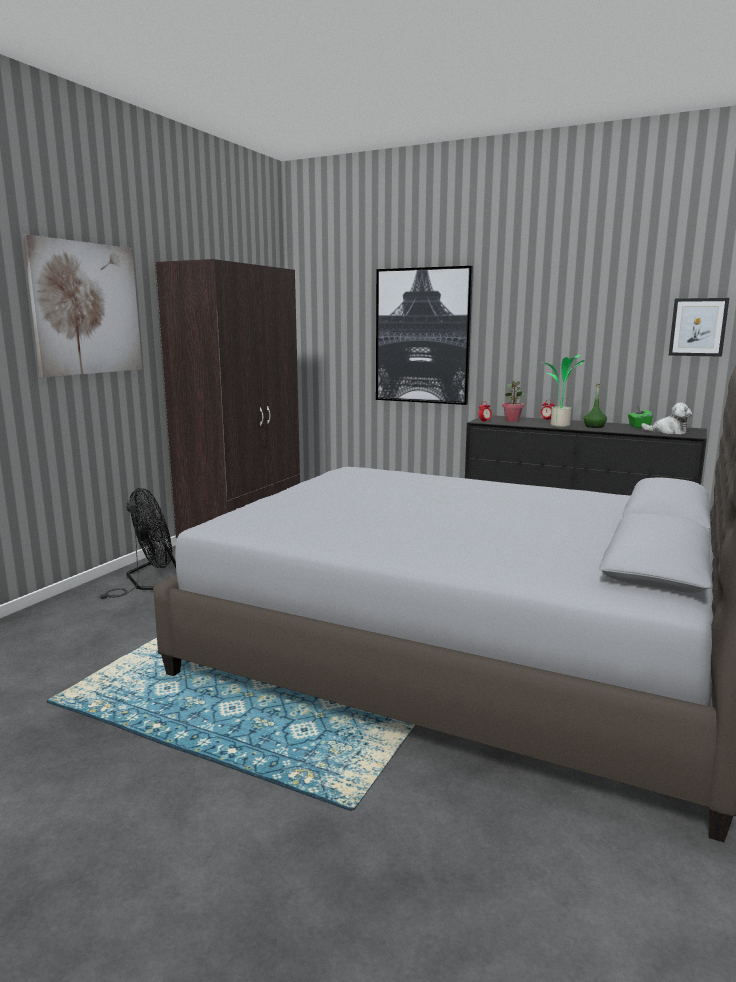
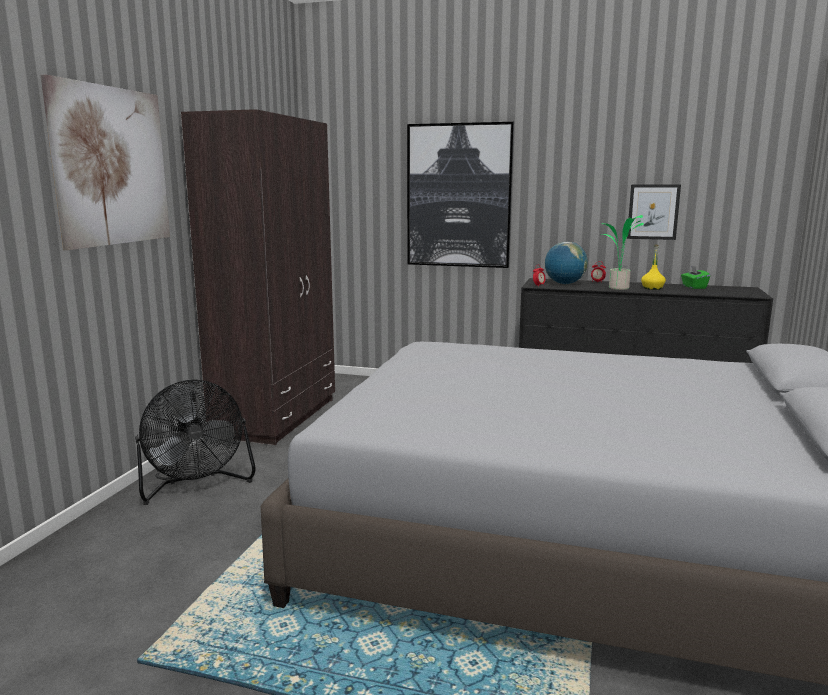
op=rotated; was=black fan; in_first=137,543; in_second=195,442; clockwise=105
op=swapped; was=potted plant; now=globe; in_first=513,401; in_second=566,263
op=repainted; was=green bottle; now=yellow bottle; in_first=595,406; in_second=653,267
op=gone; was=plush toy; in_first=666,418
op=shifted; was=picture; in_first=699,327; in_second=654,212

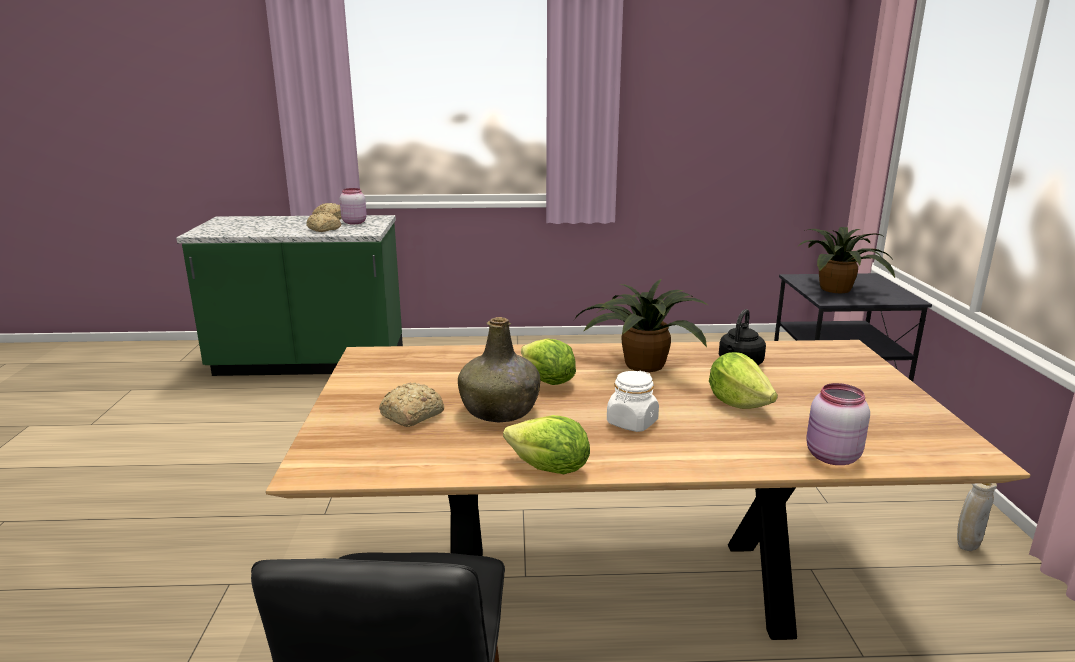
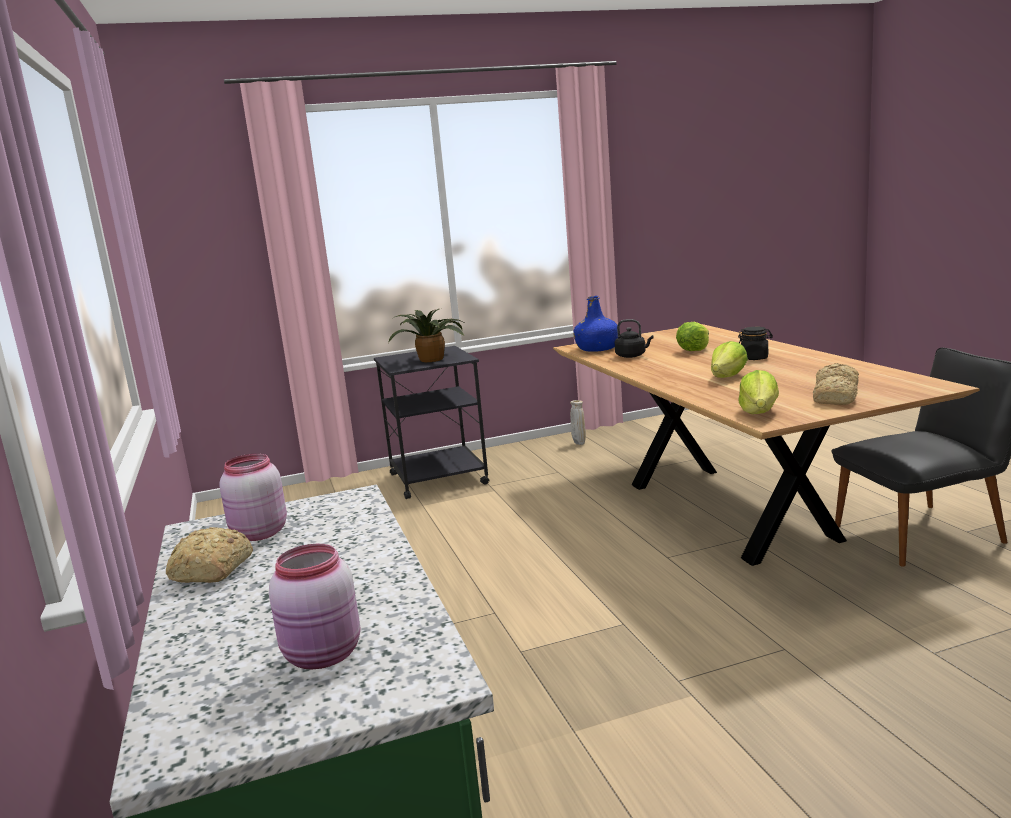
op=shifted; was=bread; in_first=323,222; in_second=835,390
op=gone; was=green bottle; in_first=499,369
op=shifted; was=lettuce; in_first=546,444; in_second=758,392
op=gone; was=potted plant; in_first=641,325
op=repainted; was=white jar; now=black jar; in_first=633,401; in_second=755,343
op=shifted; was=pink jar; in_first=838,424; in_second=314,607
op=new; now=blue bottle; in_second=595,324

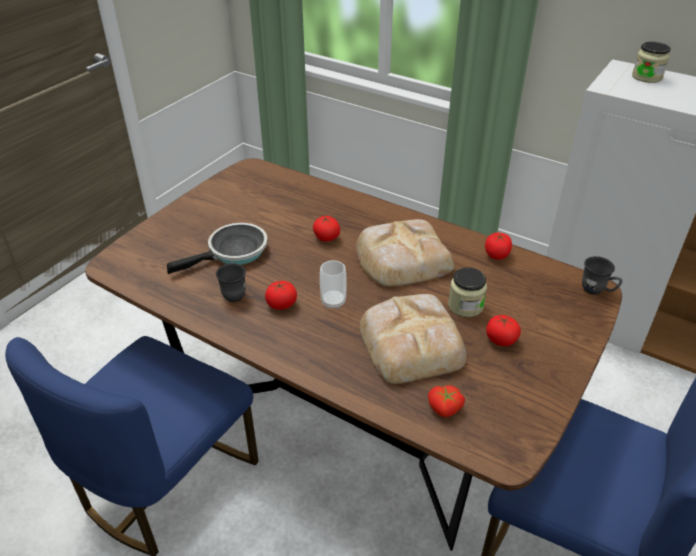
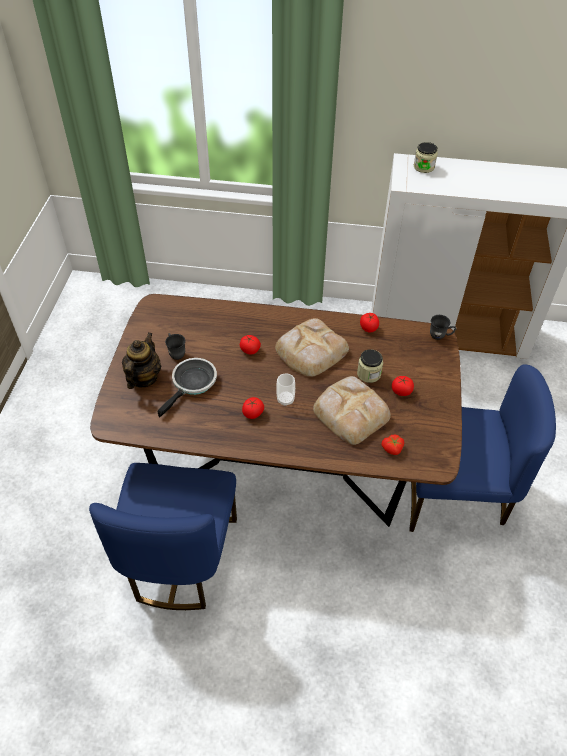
op=shifted; was=grey mug; in_first=231,282; in_second=175,346
op=new; now=teapot; in_second=141,360

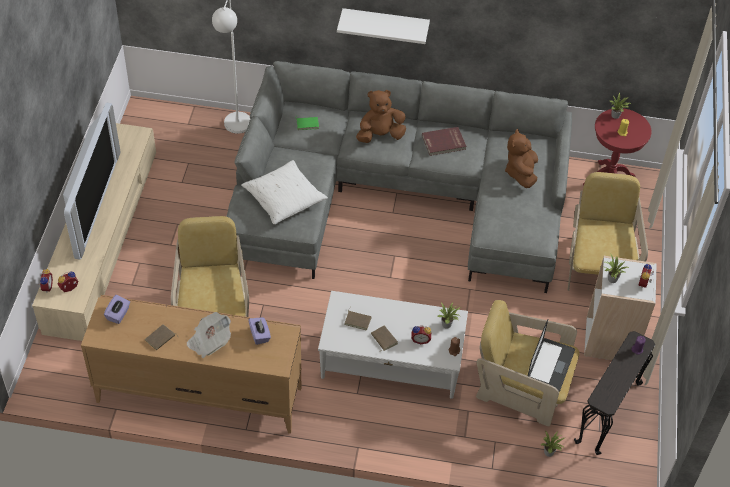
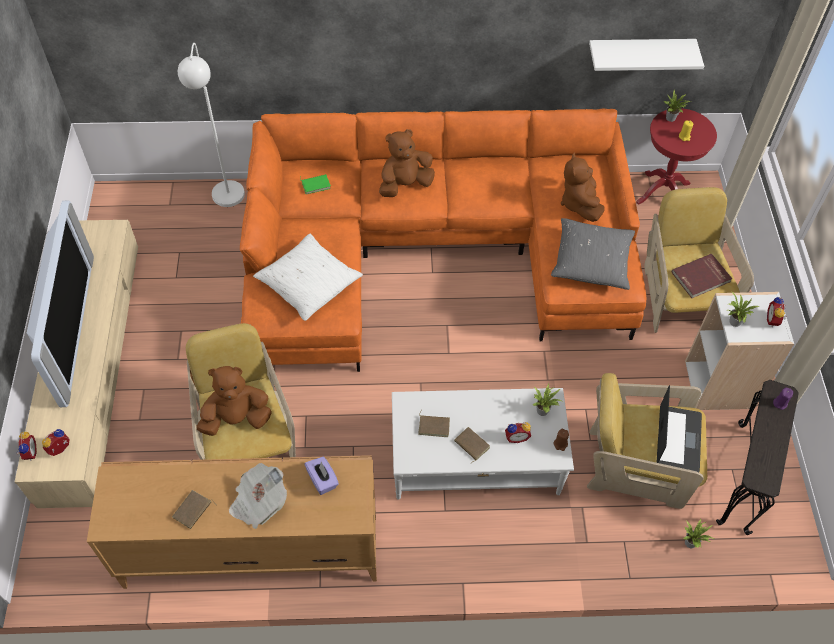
op=gone; was=purple tissue box; in_first=117,309
op=repainted; was=grey sofa; now=orange sofa; in_first=399,177; in_second=443,240
op=shifted; was=white shelf; in_first=383,26; in_second=646,55
op=shifted; was=red book; in_first=444,141; in_second=702,276
op=new; now=brown plush toy; in_second=234,401
op=new; now=grey pillow; in_second=593,254

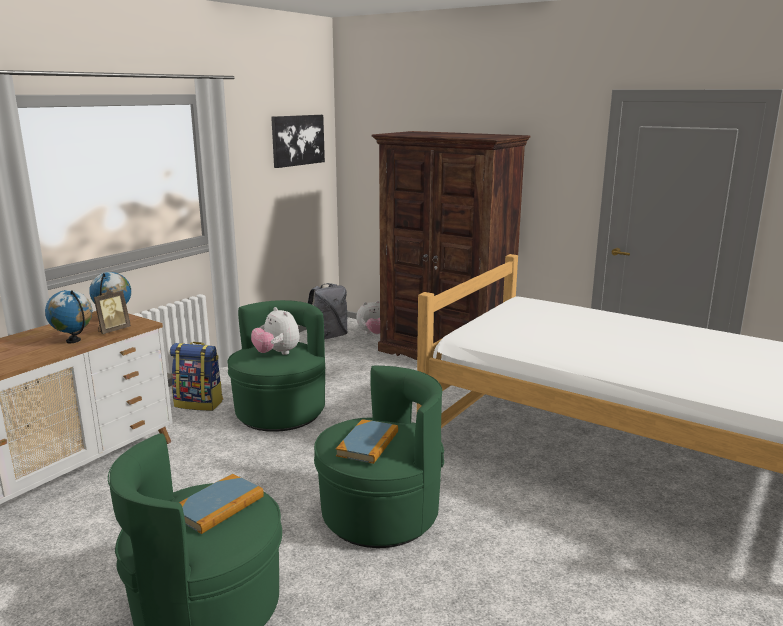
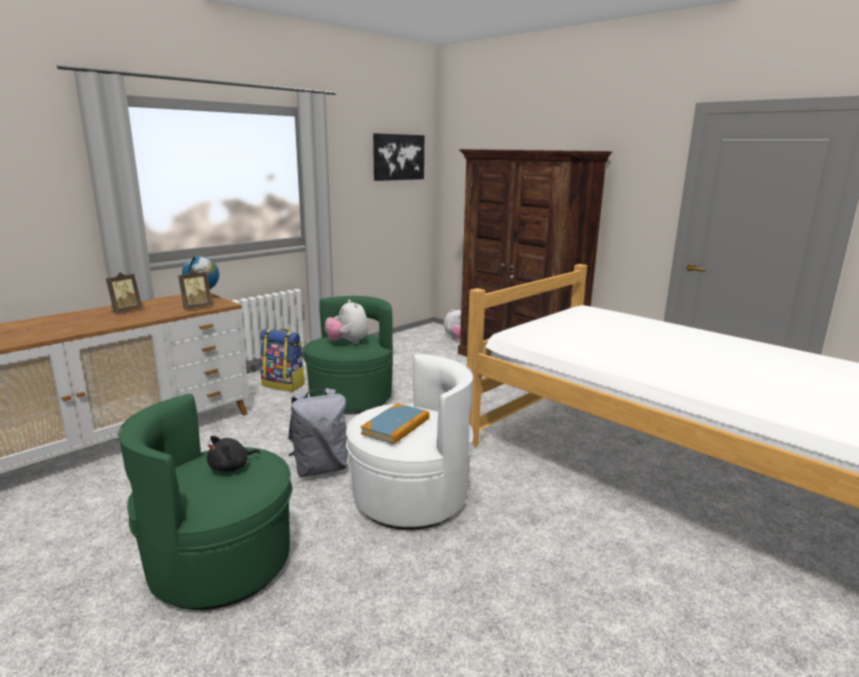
op=gone; was=globe; in_first=68,316
op=swapped; was=book; now=black plush toy; in_first=221,504; in_second=233,454
op=shifted; was=grey backpack; in_first=328,311; in_second=318,432
op=repainted; was=green armchair; now=white armchair; in_first=379,457; in_second=410,442
op=new; now=picture frame; in_second=124,292

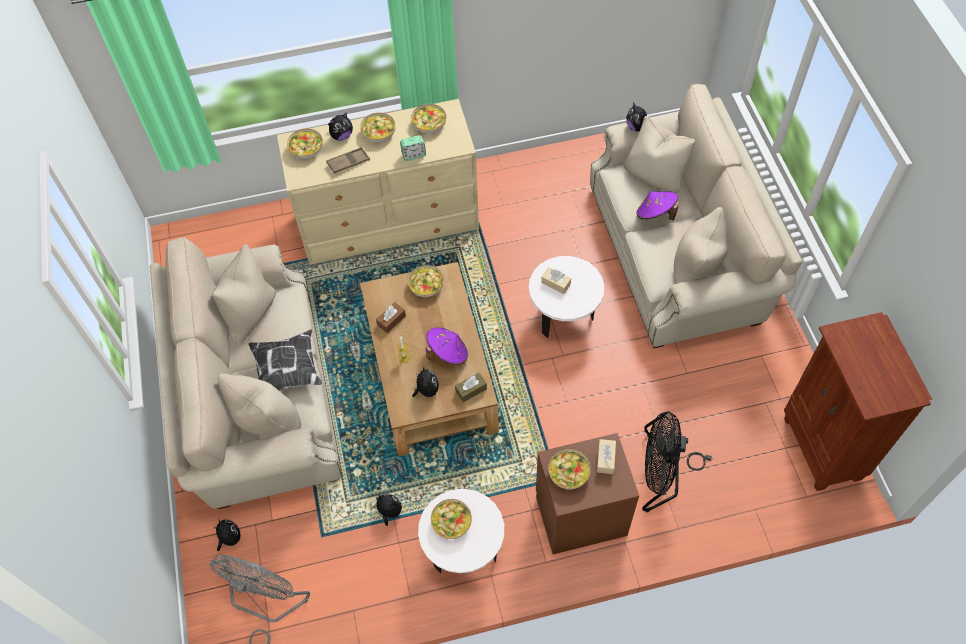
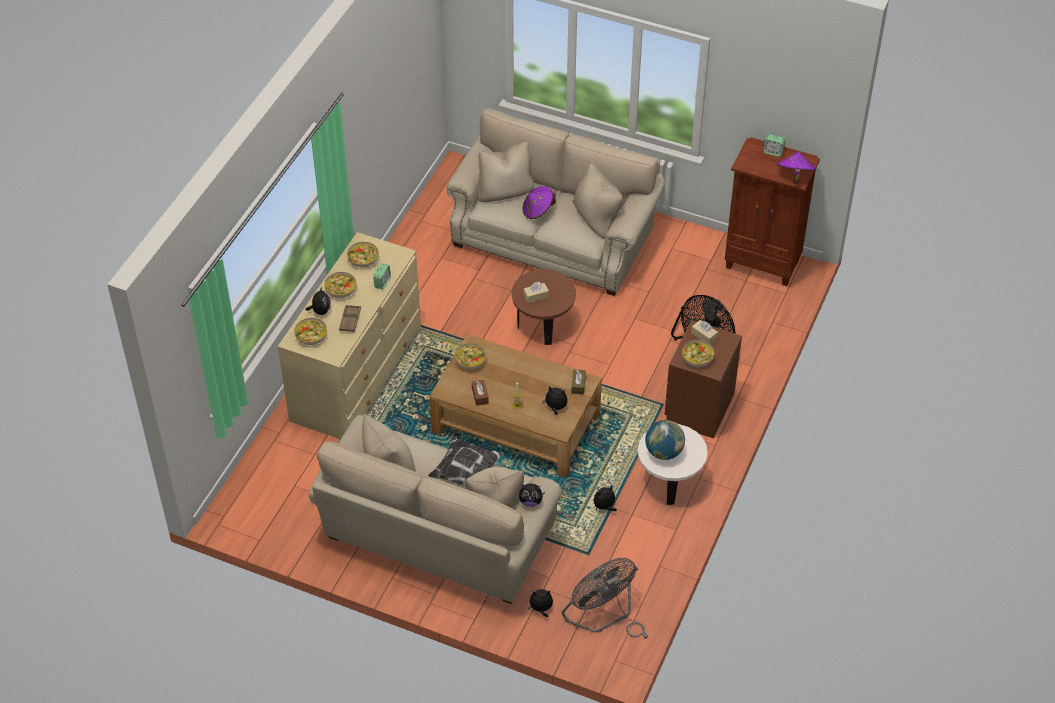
op=shifted; was=purple hat; in_first=447,346; in_second=797,168
op=swapped; was=bowl; now=globe; in_first=451,519; in_second=665,440
op=repainted; was=white side table; now=brown side table; in_first=566,297; in_second=543,307
op=shifted; was=plush toy; in_first=636,117; in_second=532,495
op=new; now=alarm clock; in_second=774,145

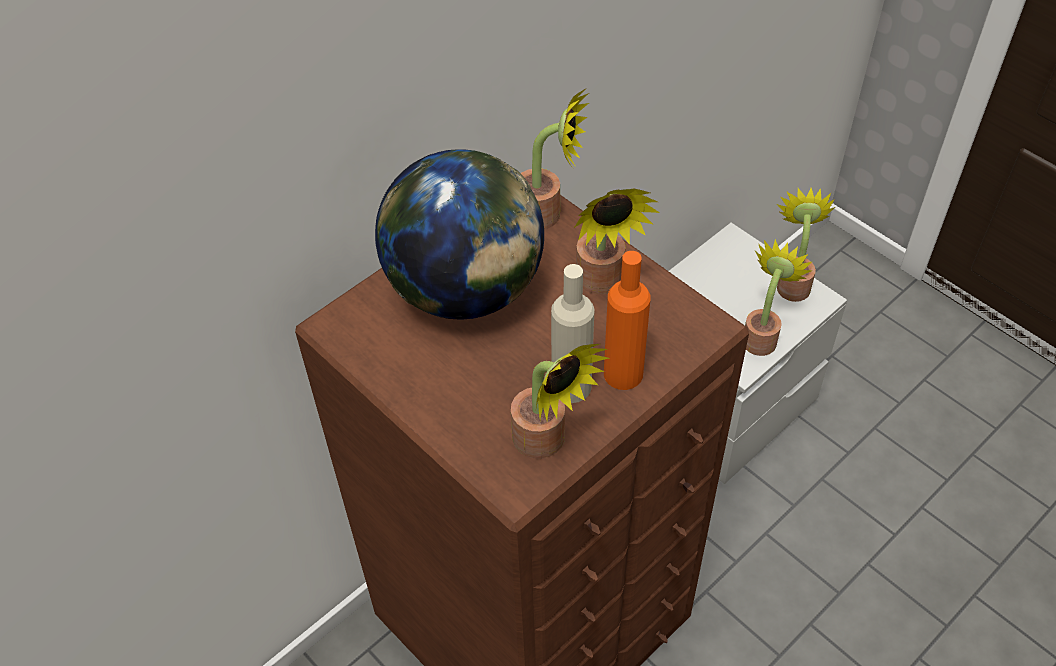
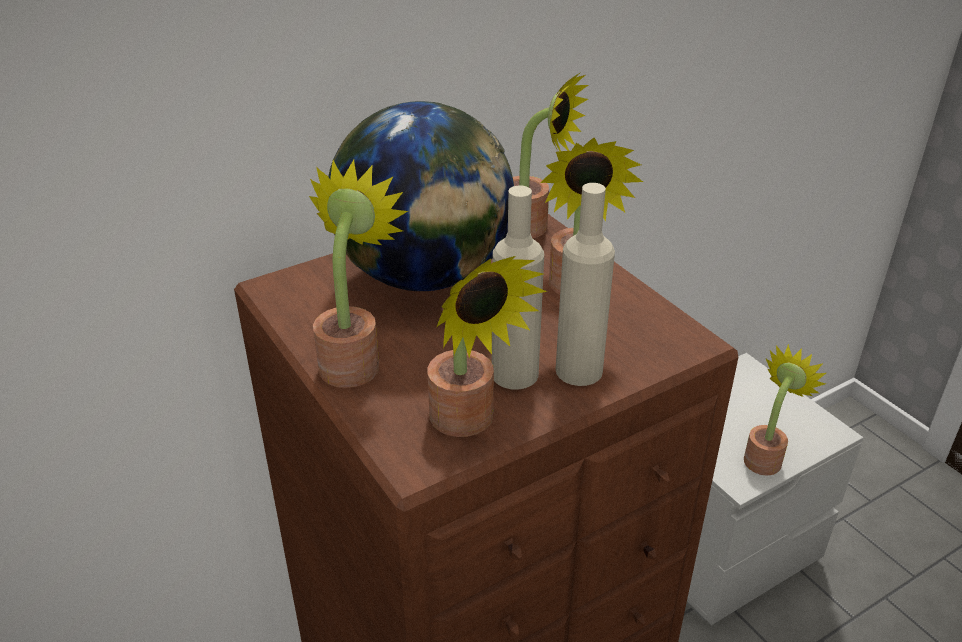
op=repainted; was=orange bottle; now=beige bottle; in_first=627,320; in_second=585,284
op=shifted; was=potted plant; in_first=806,245; in_second=358,274

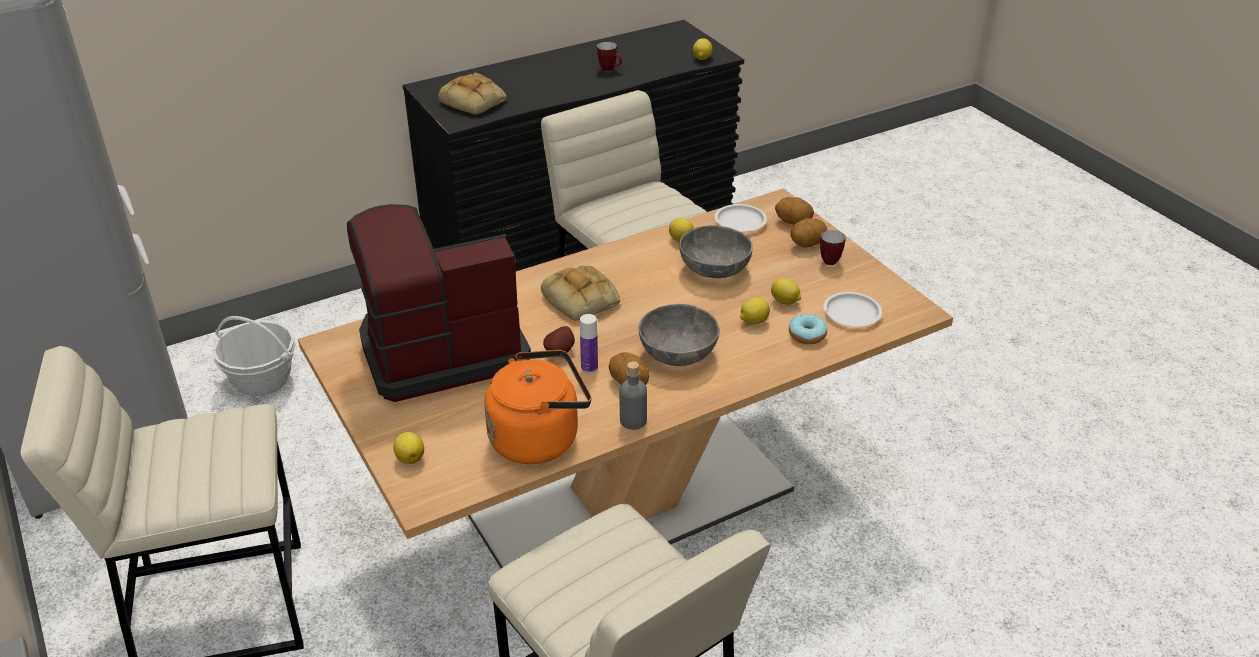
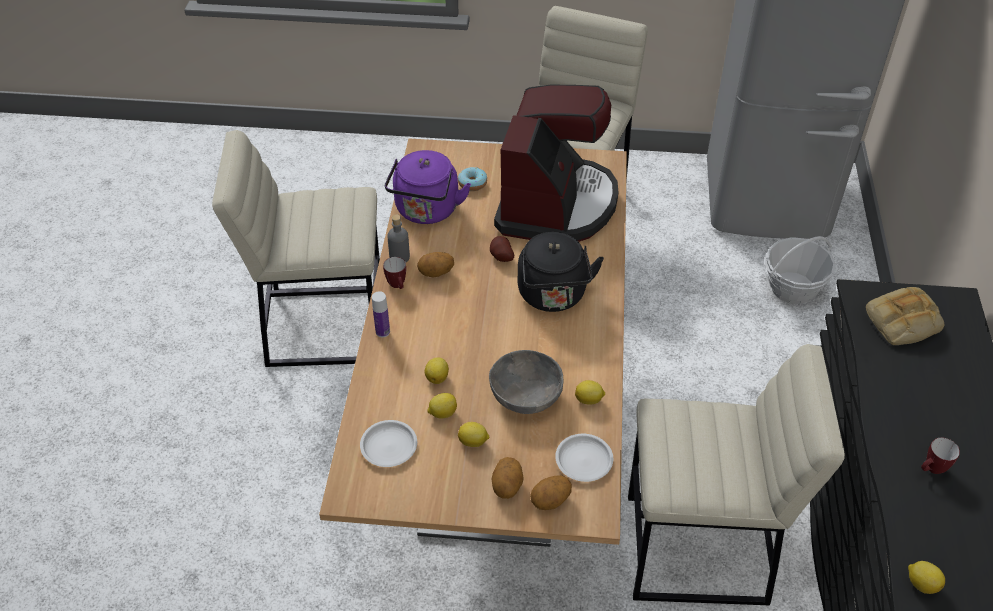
op=shifted; was=lemon; in_first=409,448; in_second=473,434
op=repainted; was=orange kettle; now=purple kettle; in_first=538,407; in_second=428,187
op=swapped; was=bread; now=black kettle; in_first=580,293; in_second=561,272
op=shifted; was=bottle; in_first=589,343; in_second=381,314
op=gone; was=grey bowl; in_first=679,335
op=shifted; was=donut; in_first=808,329; in_second=472,179
op=shifted; was=mug; in_first=833,247; in_second=394,273

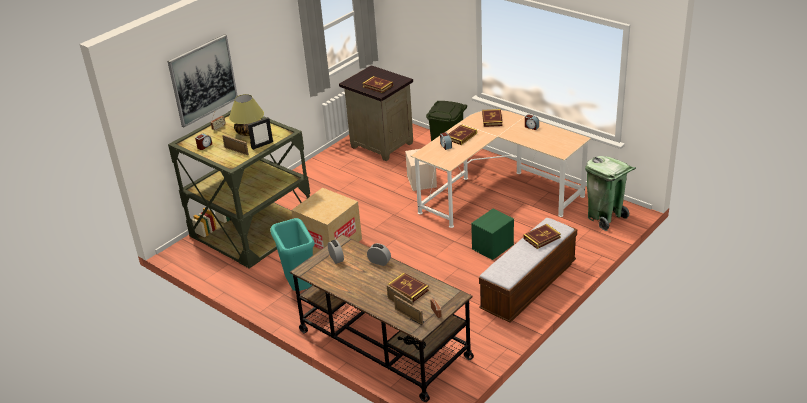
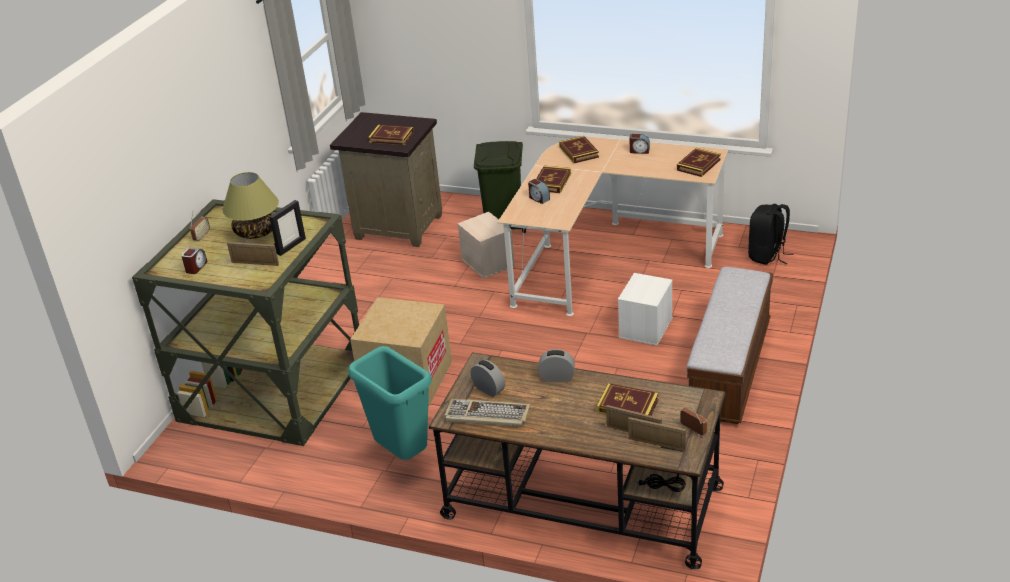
op=gone; was=picture; in_first=203,80
op=repainted; was=green storage box; now=white storage box; in_first=492,234; in_second=645,309
op=shifted; was=book; in_first=542,236; in_second=699,162
op=swapped; was=green trash can; now=black backpack; in_first=610,193; in_second=770,234
op=new; now=keyboard; in_second=487,413

